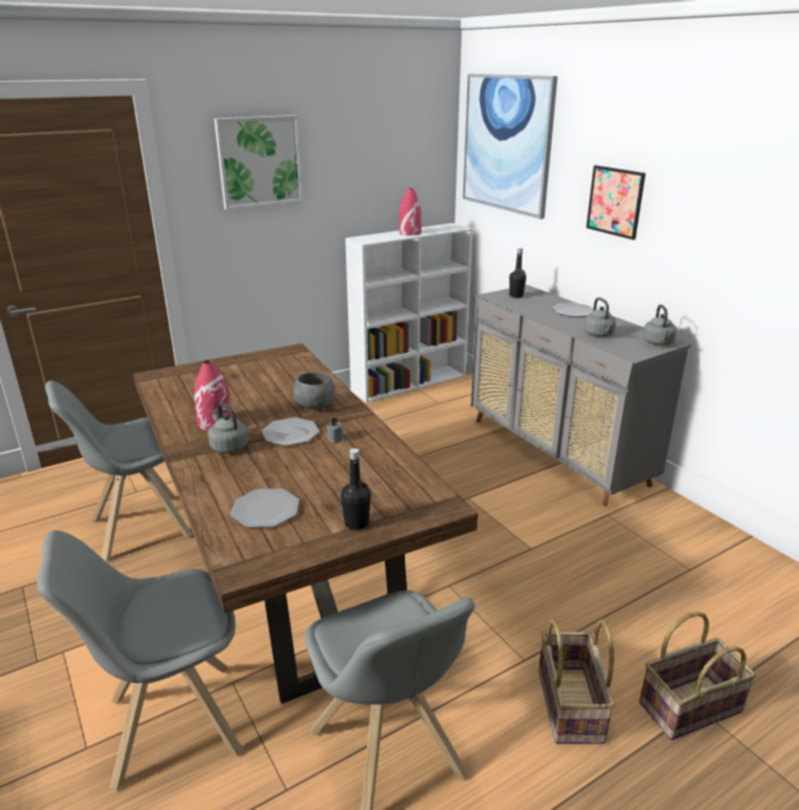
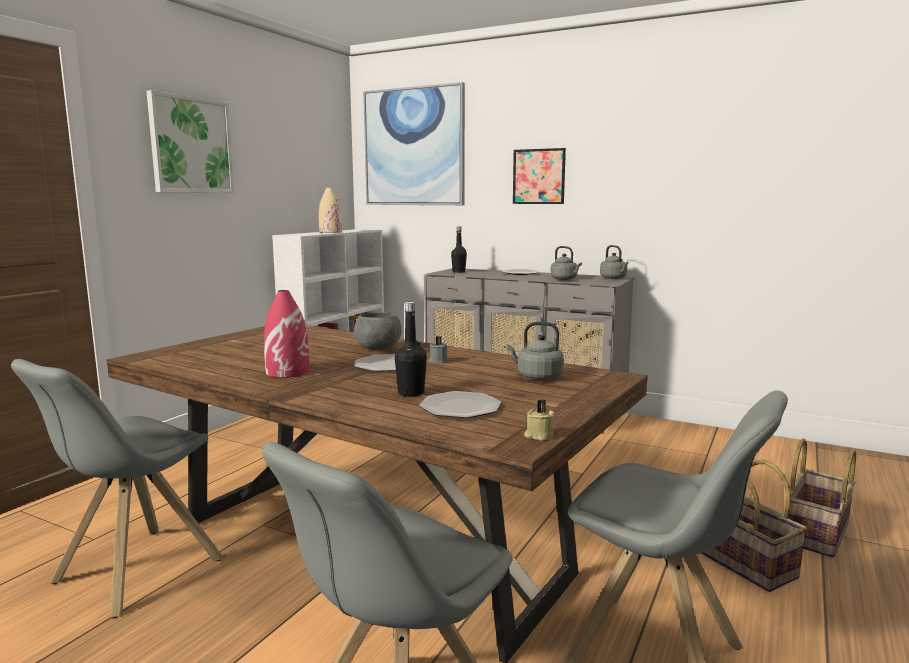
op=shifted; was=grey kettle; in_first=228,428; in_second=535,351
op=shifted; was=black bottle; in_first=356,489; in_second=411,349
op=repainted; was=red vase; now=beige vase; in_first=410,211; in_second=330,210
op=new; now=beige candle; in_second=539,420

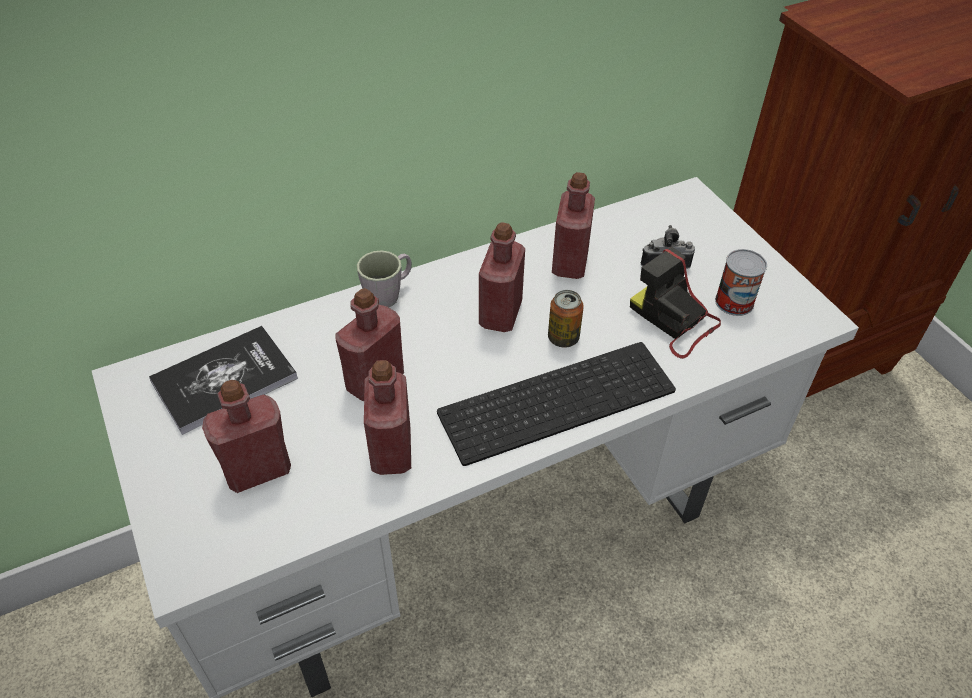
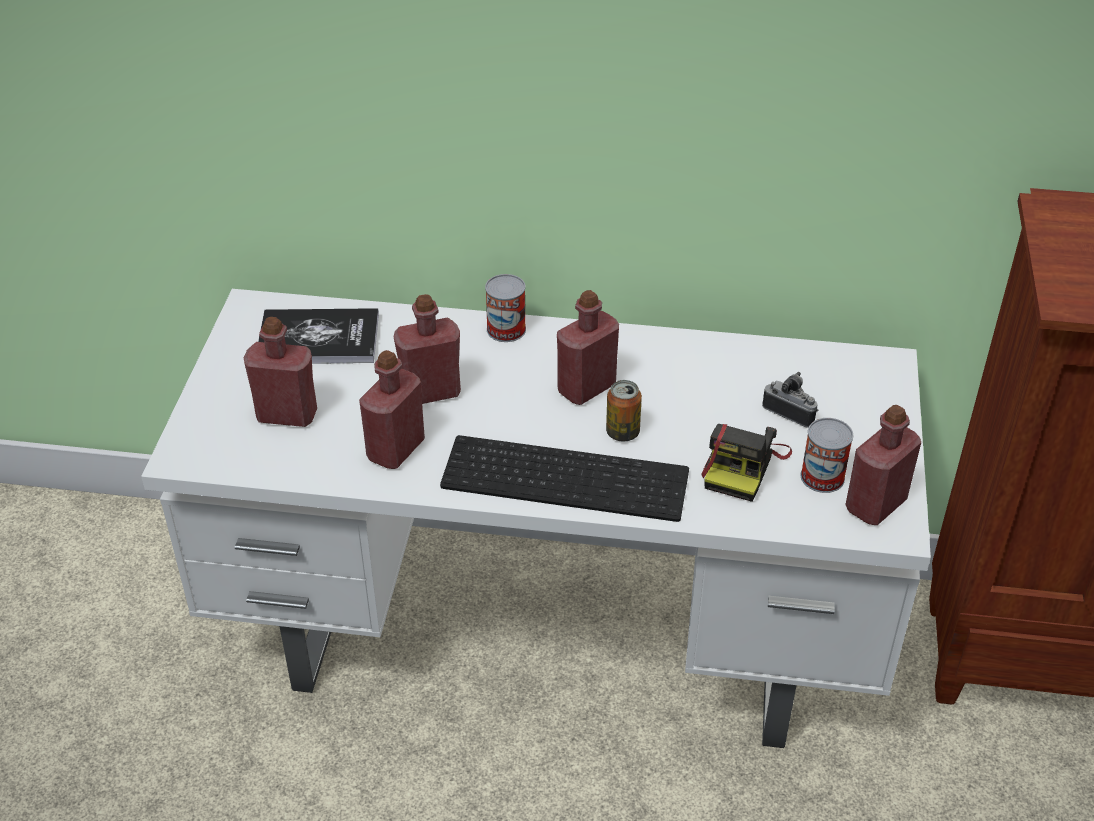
op=swapped; was=grey mug; now=can; in_first=384,278; in_second=505,308
op=shifted; was=red bottle; in_first=573,225; in_second=883,465
op=rotated; was=photo camera; in_first=675,303; in_second=746,463; clockwise=-150

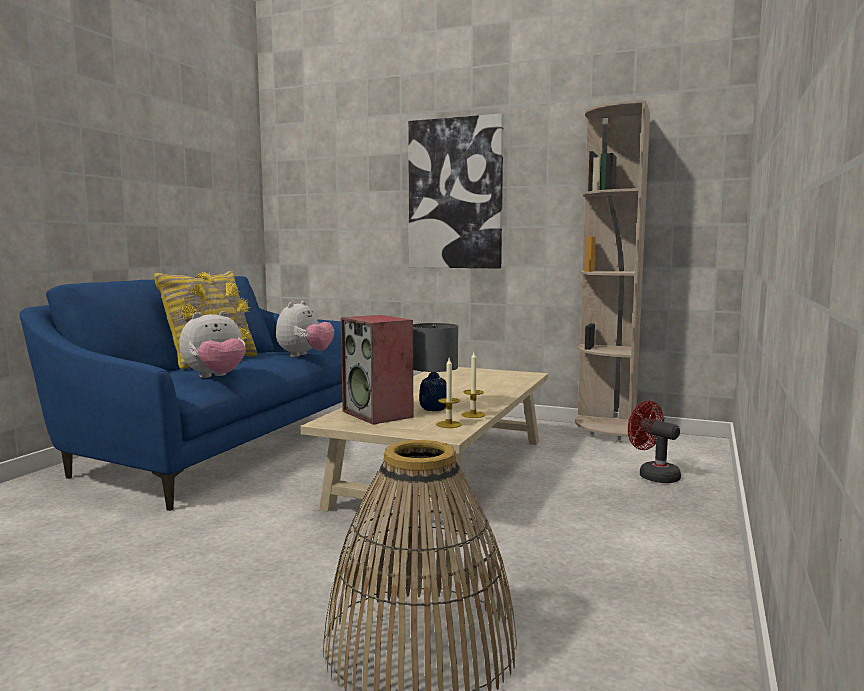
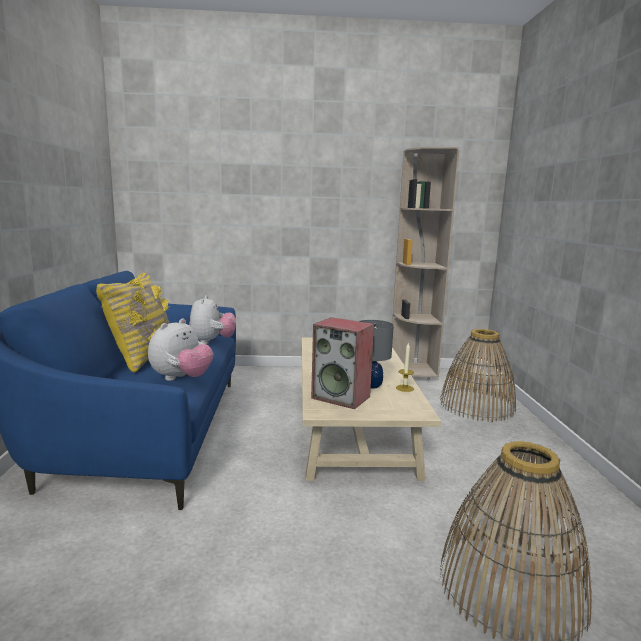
op=gone; was=picture; in_first=456,191
op=gone; was=candle; in_first=449,393
op=swapped; was=red fan; now=basket; in_first=654,442; in_second=478,375

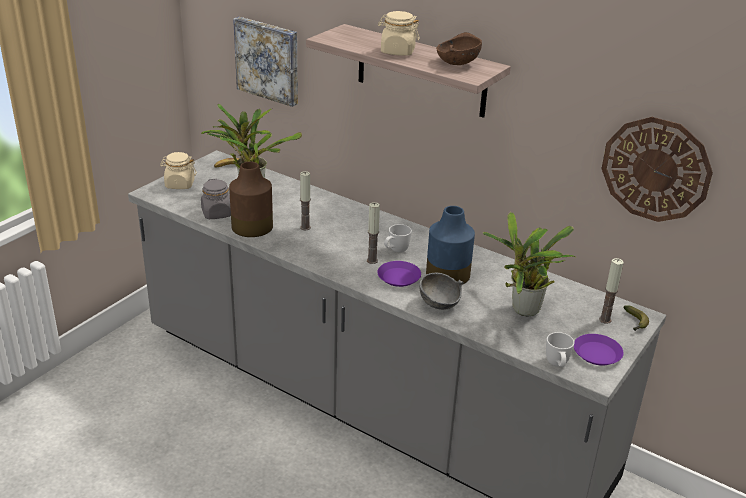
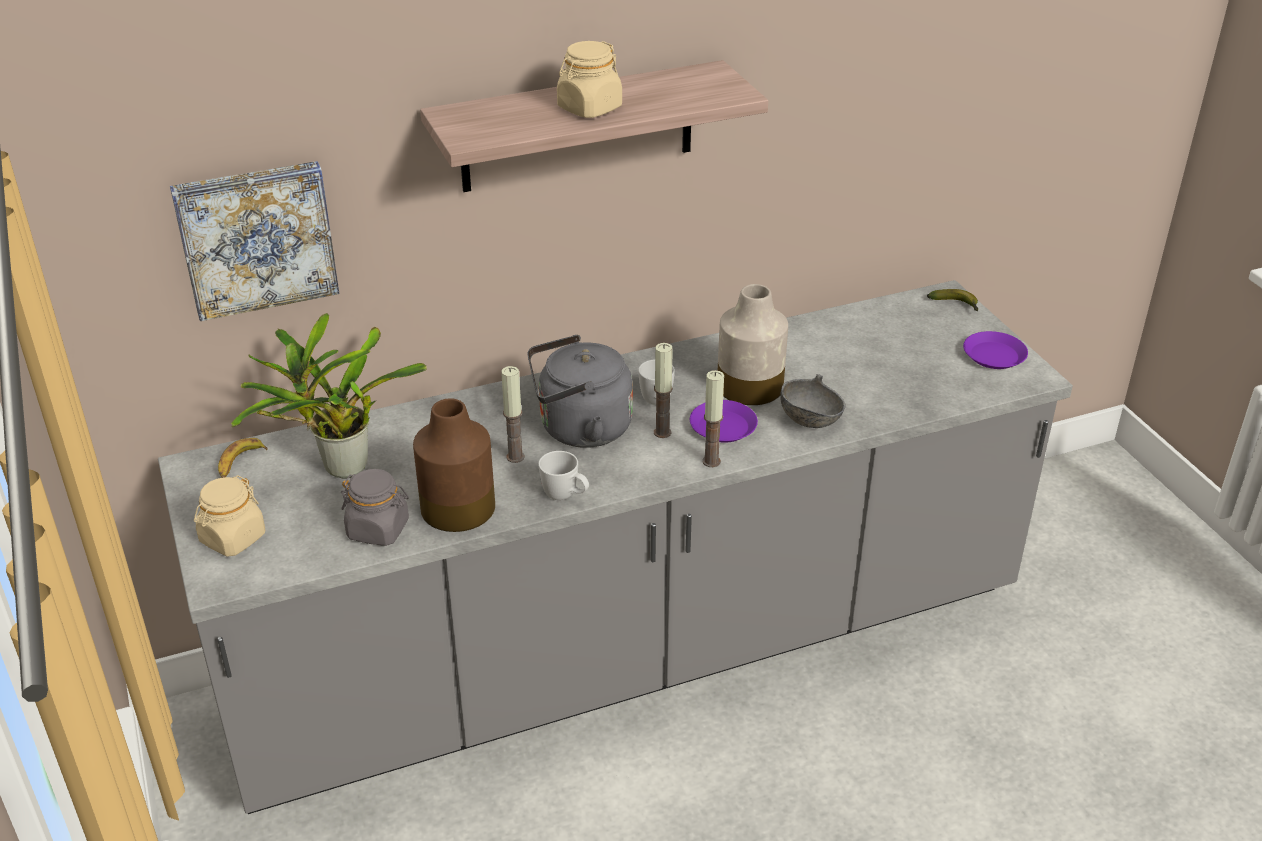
op=repainted; was=blue vase; now=beige vase; in_first=450,245; in_second=753,344
op=gone; was=brown bowl; in_first=459,48
op=gone; was=potted plant; in_first=529,264
op=shifted; was=white mug; in_first=560,349; in_second=563,475
op=shifted; was=candle; in_first=611,291; in_second=713,418
op=gone; was=wall clock; in_first=657,169
op=new; now=grey kettle; in_second=580,391

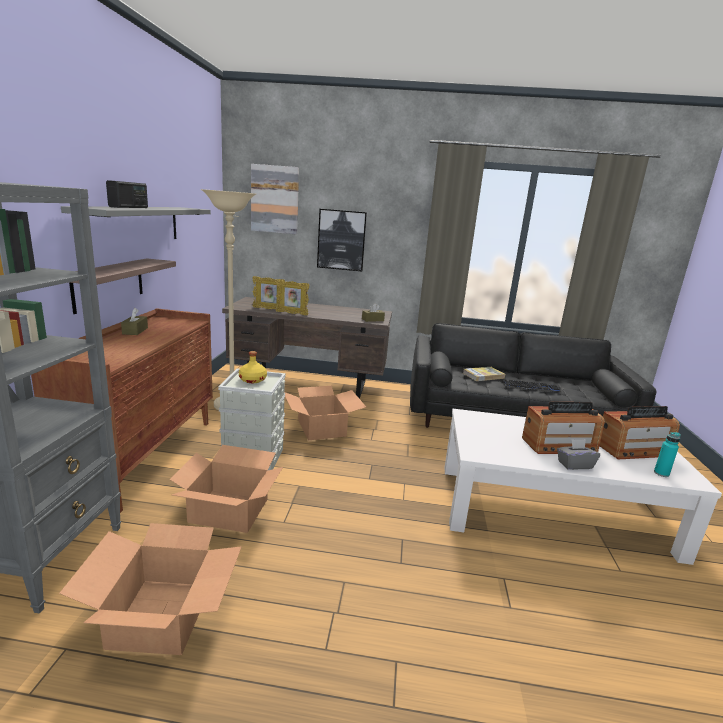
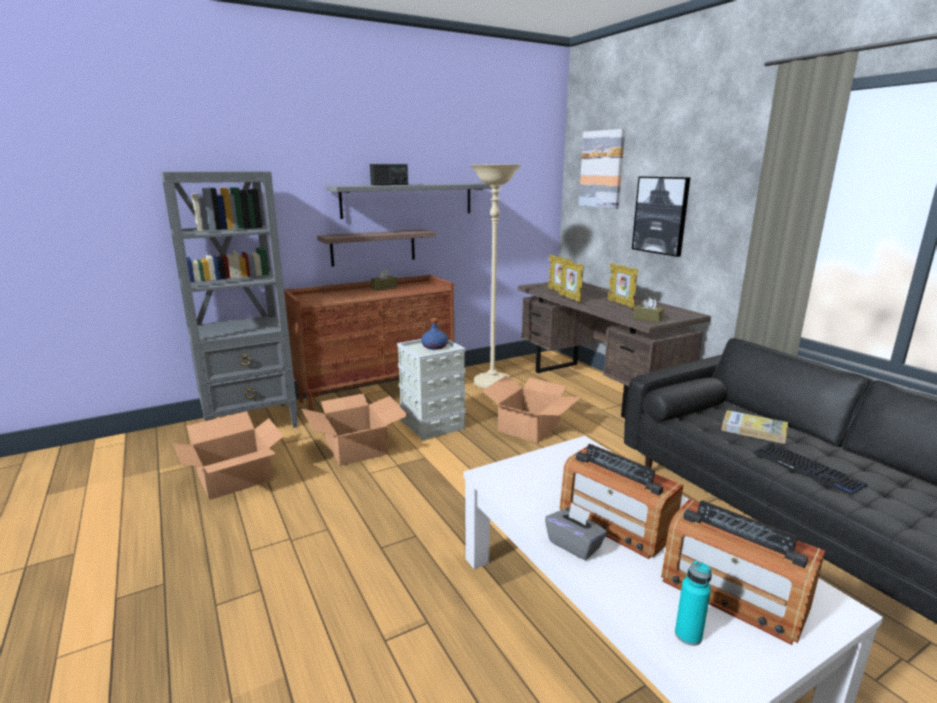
op=repainted; was=yellow bottle; now=blue bottle; in_first=253,367; in_second=434,334
op=new; now=picture frame; in_second=622,285

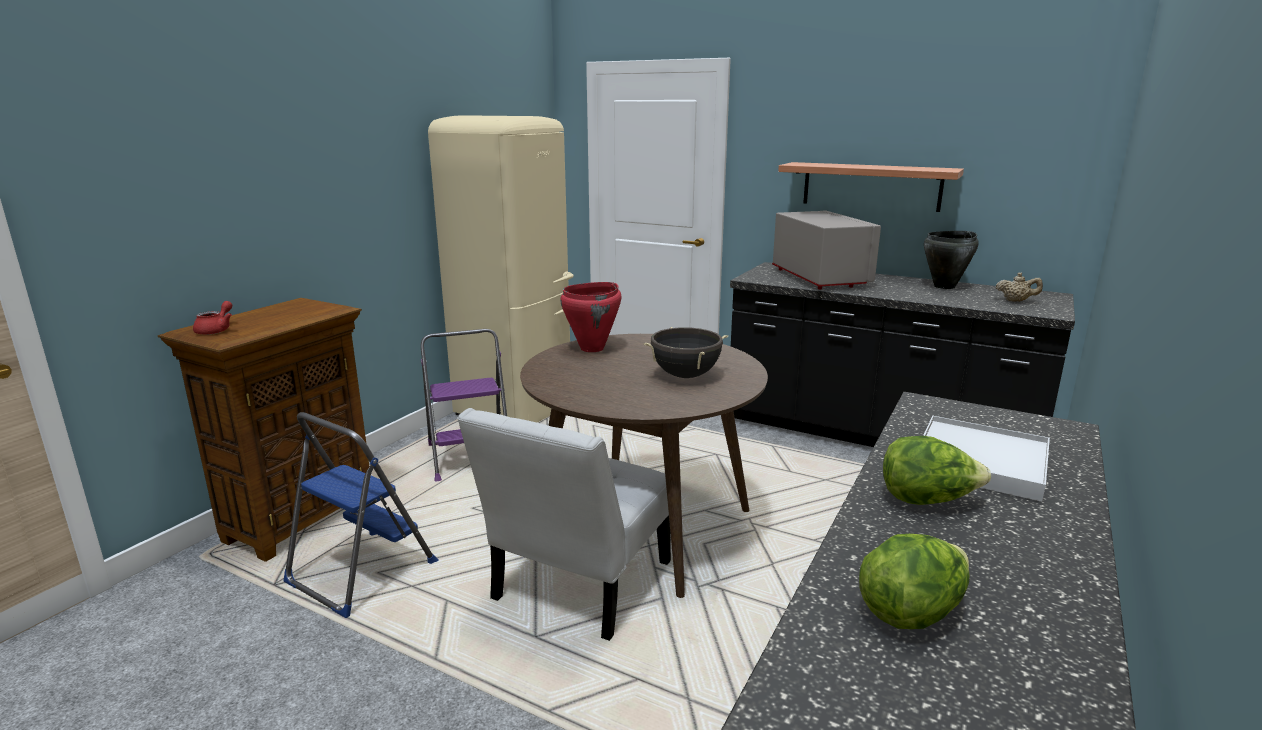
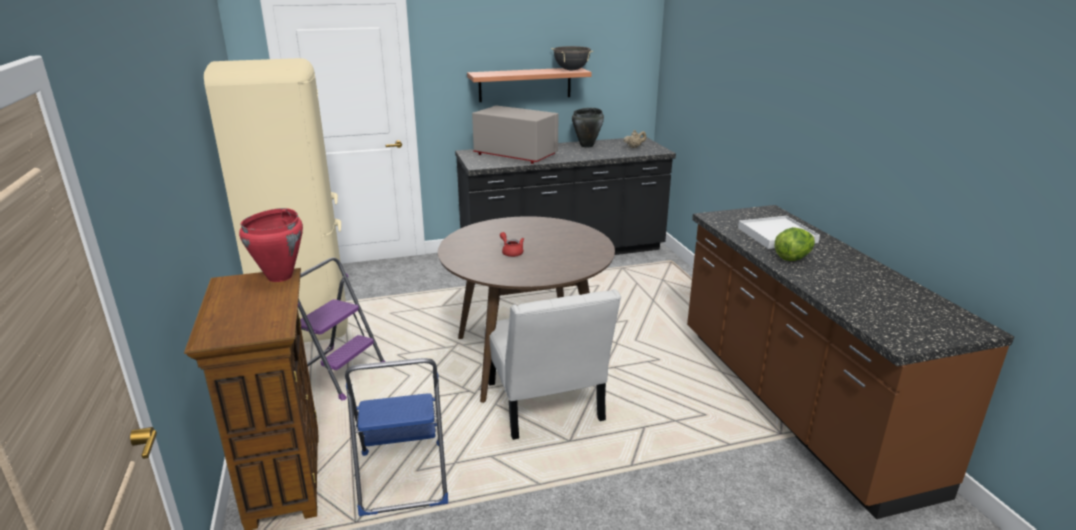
op=shifted; was=red teapot; in_first=212,318; in_second=512,244
op=shifted; was=red cooking pot; in_first=590,317; in_second=271,245
op=shifted; was=black cooking pot; in_first=686,352; in_second=572,58
op=gone; was=lettuce; in_first=914,581

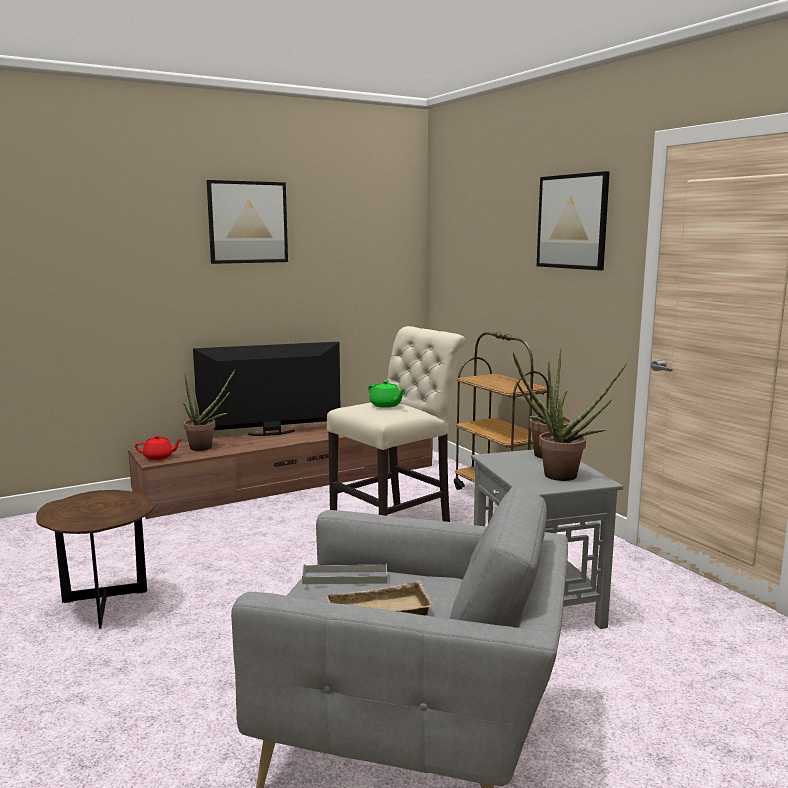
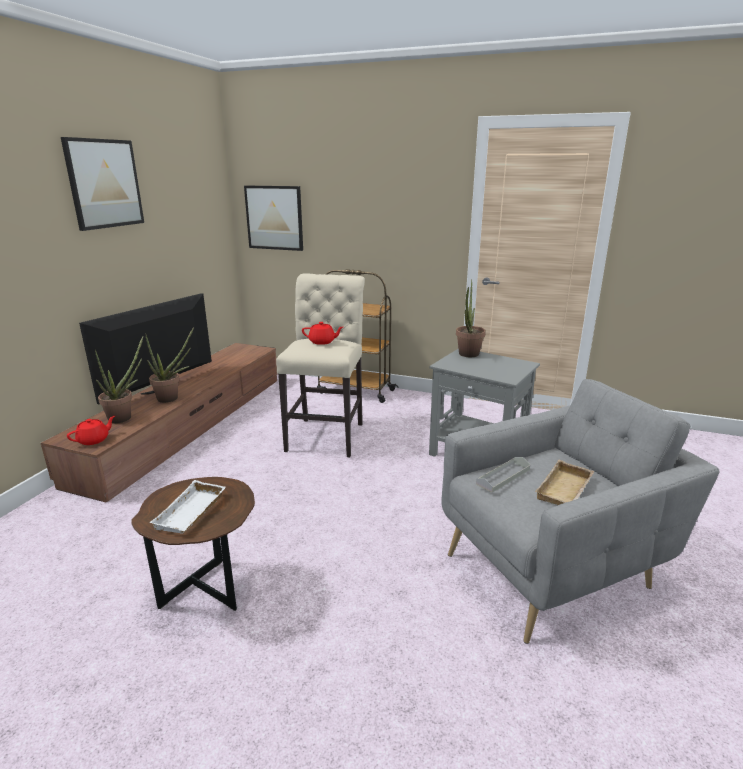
op=repainted; was=green teapot; now=red teapot; in_first=386,394; in_second=322,333
op=shifted; was=picture; in_first=573,220; in_second=273,218
op=shifted; was=potted plant; in_first=583,421; in_second=169,365
op=new; now=white tray; in_second=187,507

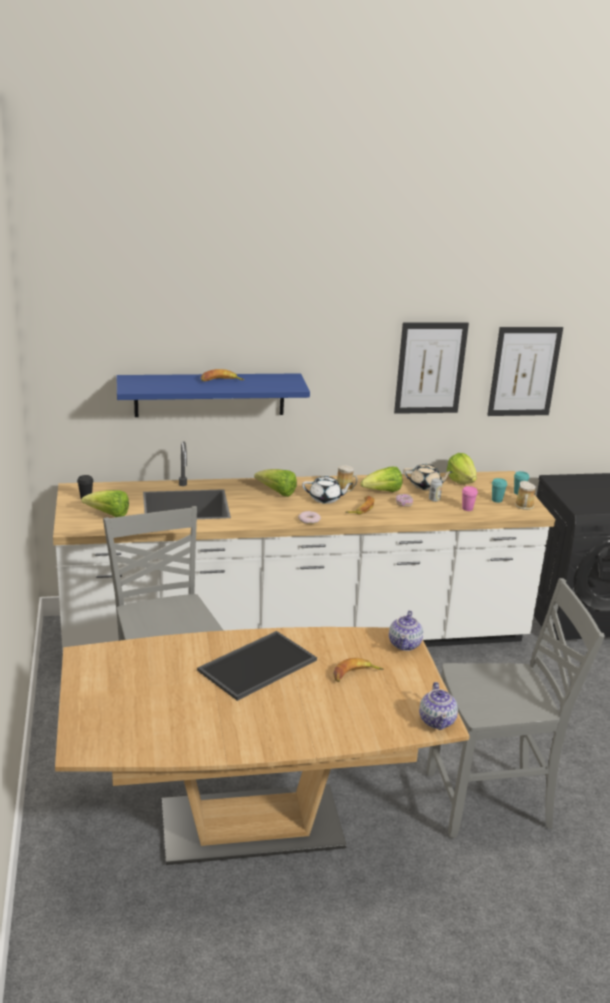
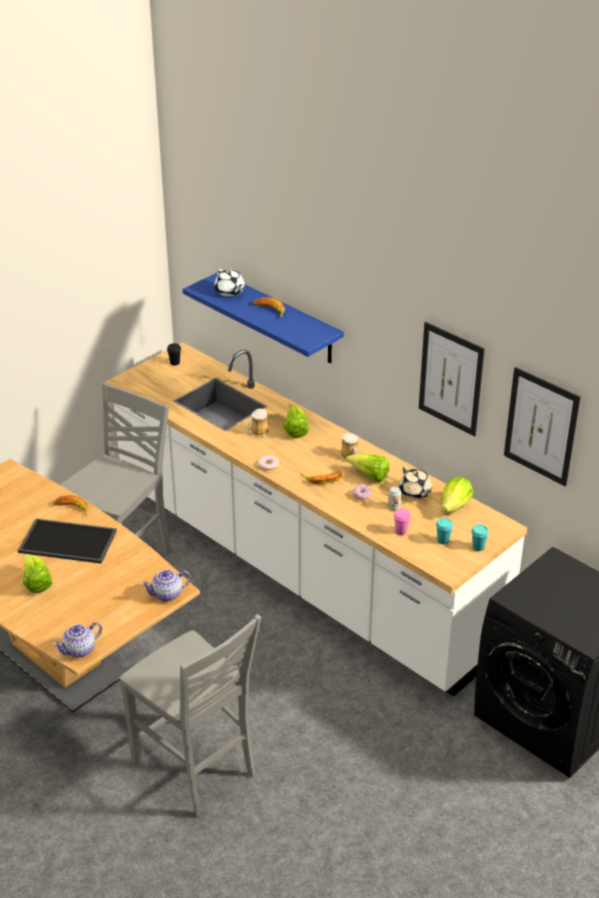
op=shifted; was=lettuce; in_first=105,503; in_second=37,573
op=shifted; was=white teapot; in_first=328,490; in_second=229,283
op=shifted; was=banana; in_first=358,670; in_second=71,505
op=shifted; was=mug; in_first=525,495; in_second=258,422

